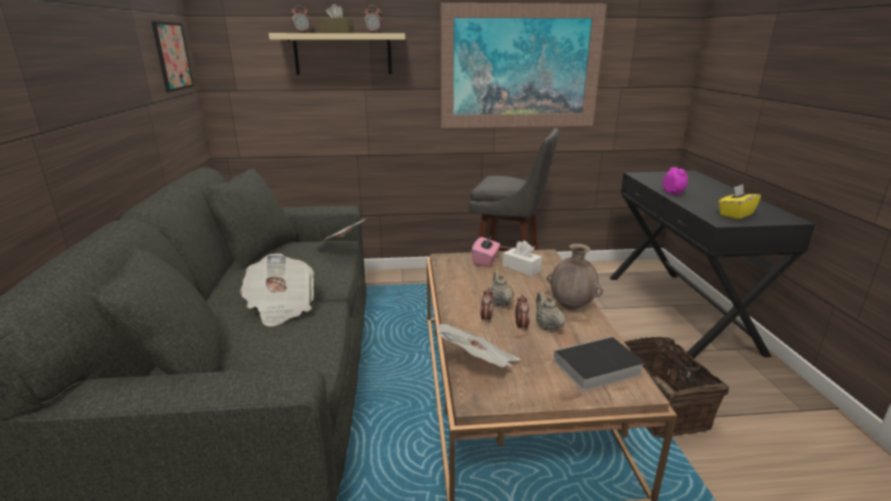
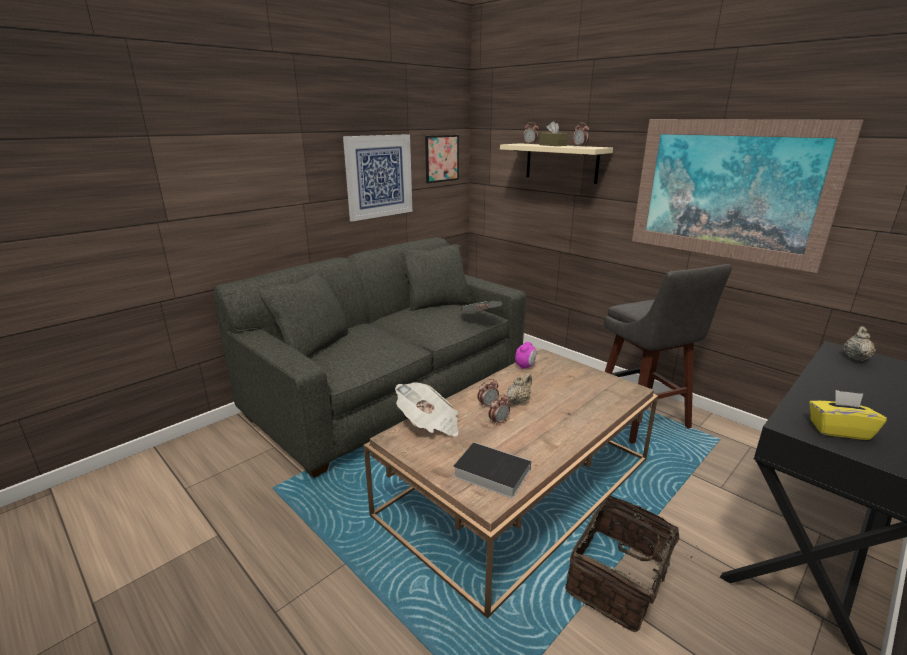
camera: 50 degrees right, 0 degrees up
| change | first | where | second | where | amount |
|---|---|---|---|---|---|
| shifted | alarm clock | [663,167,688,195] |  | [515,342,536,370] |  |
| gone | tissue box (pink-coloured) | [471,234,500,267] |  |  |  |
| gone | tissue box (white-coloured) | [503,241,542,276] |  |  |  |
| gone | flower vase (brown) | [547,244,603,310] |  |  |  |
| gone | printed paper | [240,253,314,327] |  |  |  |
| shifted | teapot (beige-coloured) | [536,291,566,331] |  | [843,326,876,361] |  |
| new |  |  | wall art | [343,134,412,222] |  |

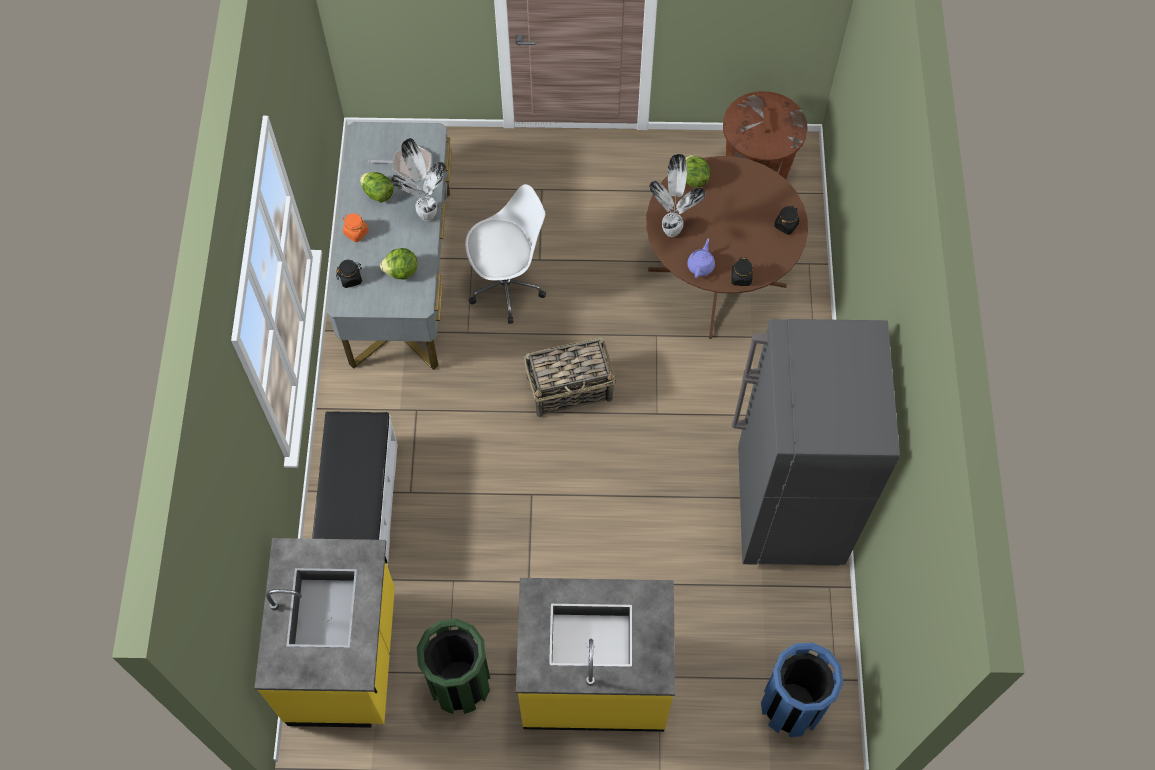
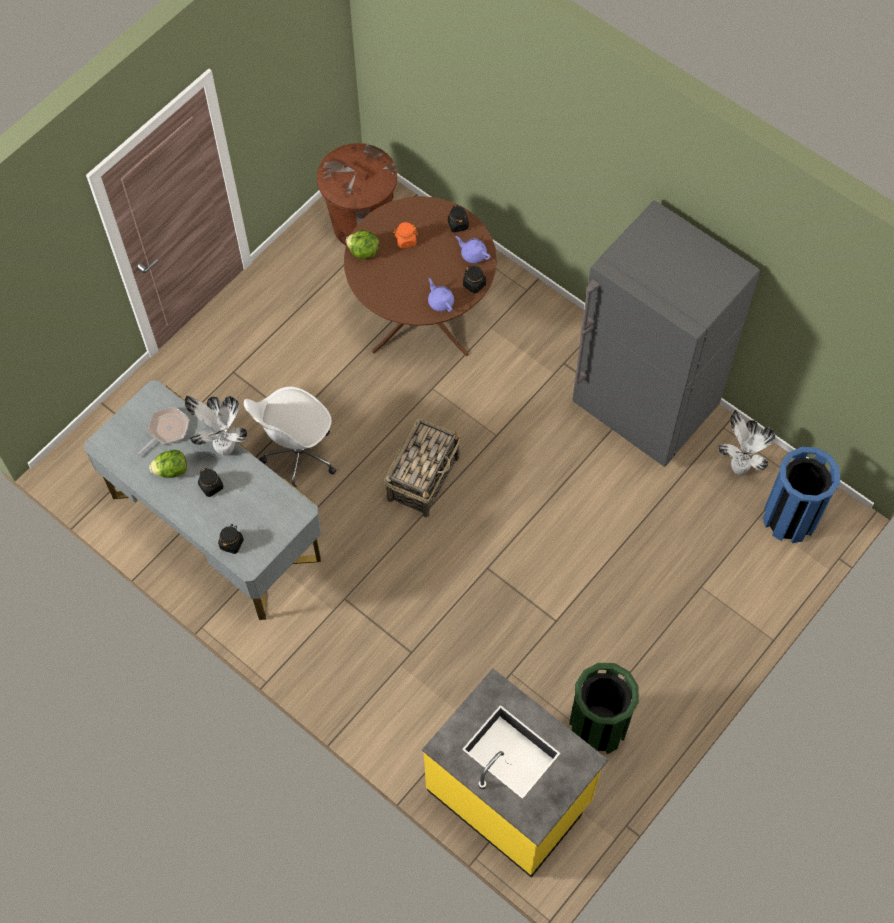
camera: 50 degrees left, 0 degrees up
| change | first | where | second | where | amount |
|---|---|---|---|---|---|
| shifted | houseplant | [649,154,706,237] |  | [718,410,775,475] |  |
| rotated | office chair (white-coloured) | [465,184,546,324] |  | [244,386,337,488] | 150 degrees counterclockwise |
| shifted | storage jar (orange) | [342,213,368,242] |  | [393,222,418,249] |  |
| gone | head of lettuce | [380,248,417,280] |  |  |  |
| gone | bench (white-coloured) | [312,411,398,566] |  |  |  |
| gone | kitchen counter (yellow) | [516,578,675,732] |  |  |  |
| new |  |  | teapot (purple) | [455,236,491,263] |  |
| new |  |  | storage jar (blackish) | [198,468,223,497] |  |

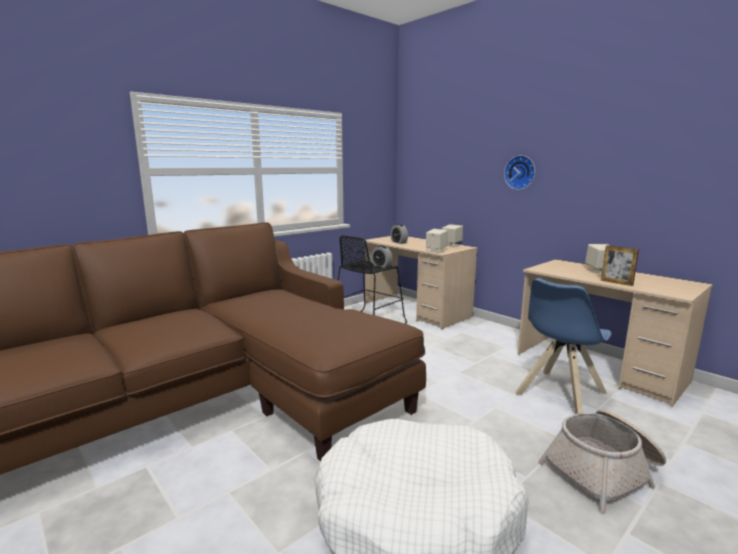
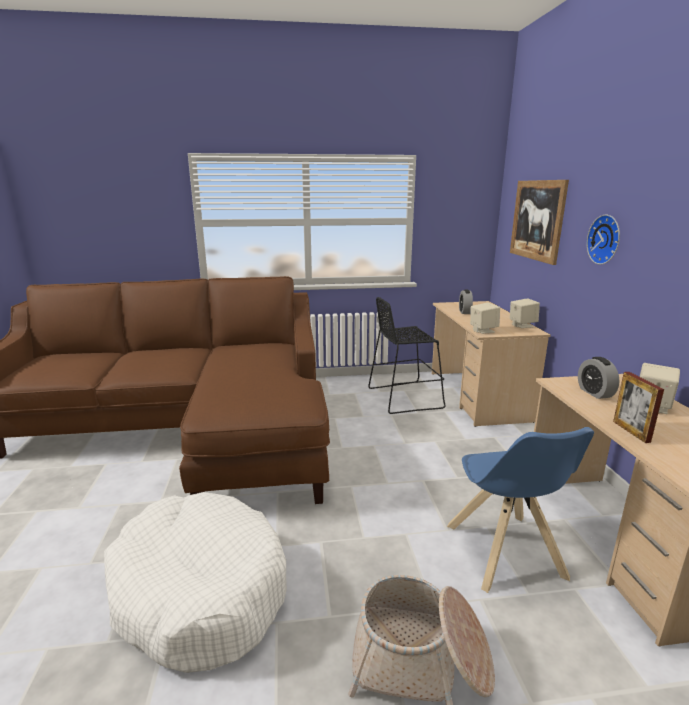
camera: 35 degrees right, 5 degrees up
| change | first | where | second | where | amount |
|---|---|---|---|---|---|
| shifted | alarm clock | [371,245,393,268] |  | [578,357,619,399] |  |
| rotated | plain chair (blue-coloured) | [515,278,612,414] |  | [447,427,594,593] | 90 degrees counterclockwise |
| new |  |  | wall art | [510,180,569,265] |  |

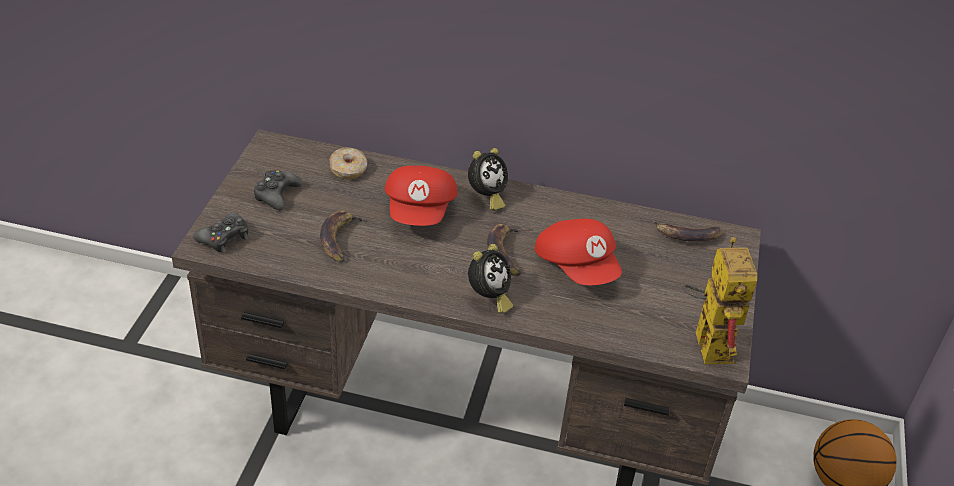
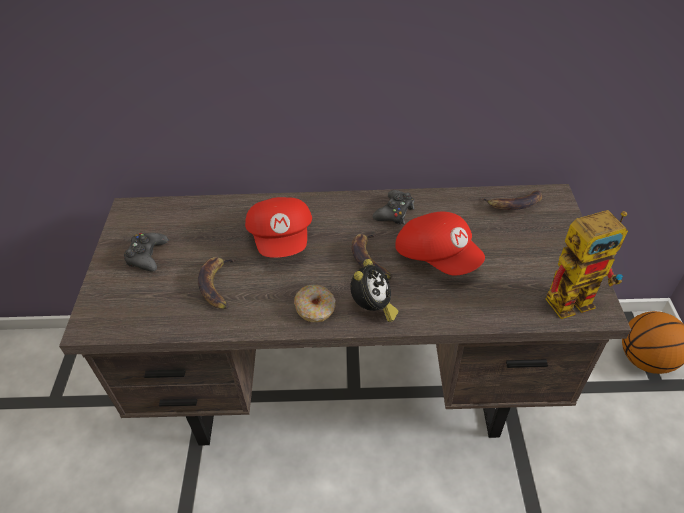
camera: 10 degrees left, 5 degrees up
| change | first | where | second | where | amount |
|---|---|---|---|---|---|
| shifted | ring doughnut | [329,147,367,180] |  | [294,285,335,322] |  |
| gone | alarm clock | [468,148,508,211] |  |  |  |
| shifted | game controller (blackish) | [193,212,248,253] |  | [372,190,415,225] |  |
| rotated | robot figure | [682,237,757,364] |  | [546,210,628,319] | 90 degrees clockwise |

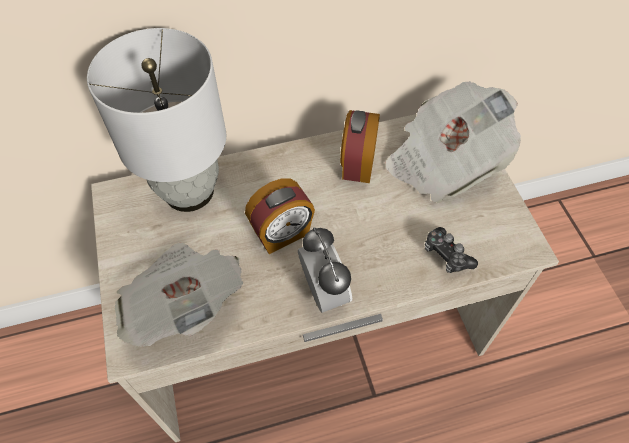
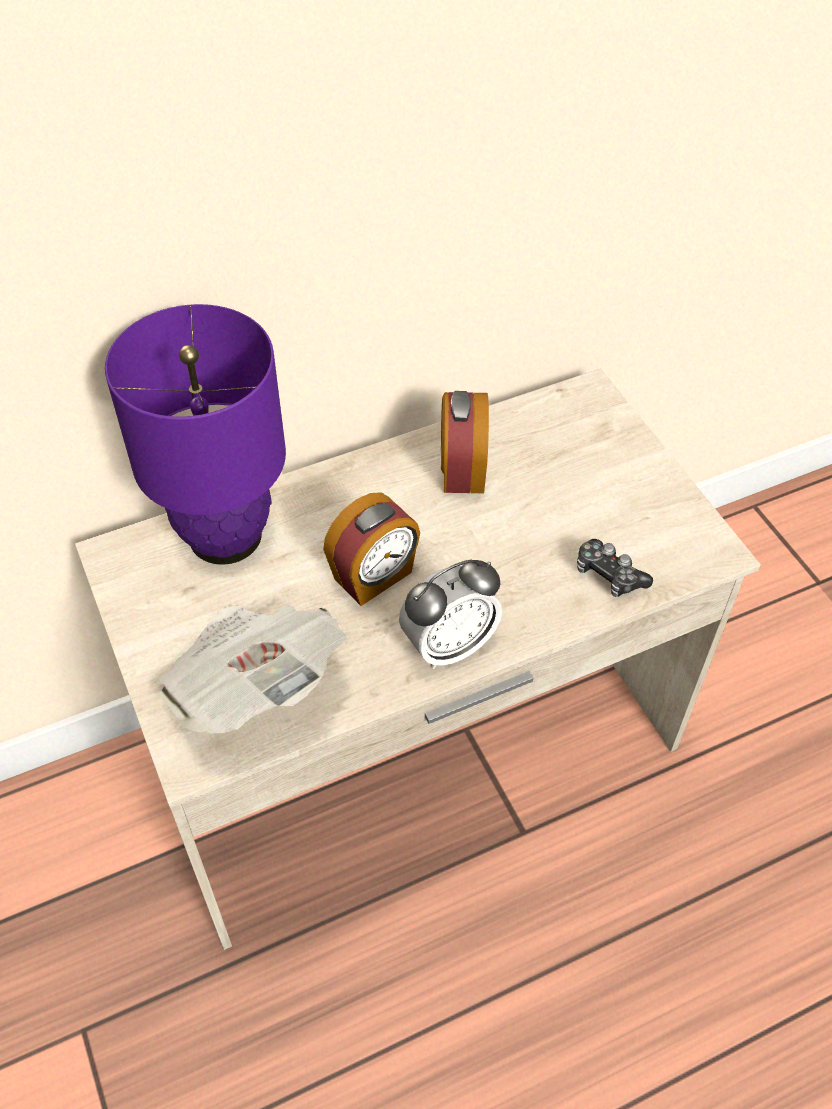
camera: 10 degrees left, 5 degrees down
| change | first | where | second | where | amount |
|---|---|---|---|---|---|
| repainted | tabletop lamp (white-coloured) | [87,28,226,212] | tabletop lamp (purple) | [105,304,286,565] |  |
| gone | printed paper | [385,81,521,203] |  |  |  |
| rotated | alarm clock | [298,227,352,313] |  | [399,560,502,669] | 90 degrees clockwise |

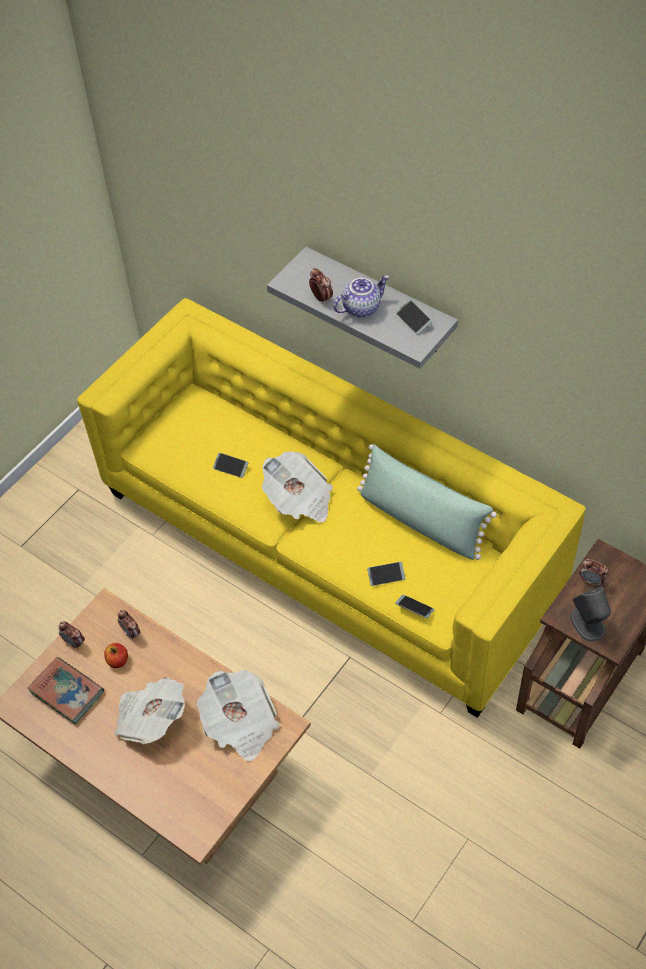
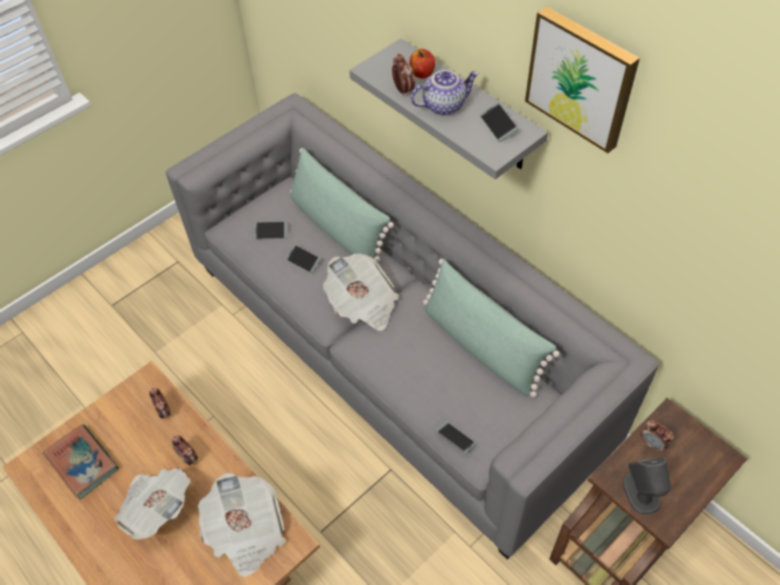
camera: 10 degrees right, 0 degrees up
| change | first | where | second | where | amount |
|---|---|---|---|---|---|
| repainted | settee (yellow) | [77,298,585,718] | settee (greyish) | [166,93,659,560] |  |
| shifted | phone | [367,562,405,586] |  | [254,222,287,239] |  |
| shifted | alarm clock | [59,621,85,649] |  | [172,435,198,466] |  |
| shifted | apple | [104,643,128,668] |  | [409,49,435,78] |  |
| new |  |  | wall art | [525,6,640,153] |  |
| new |  |  | pillow (greenish) | [290,148,394,266] |  |

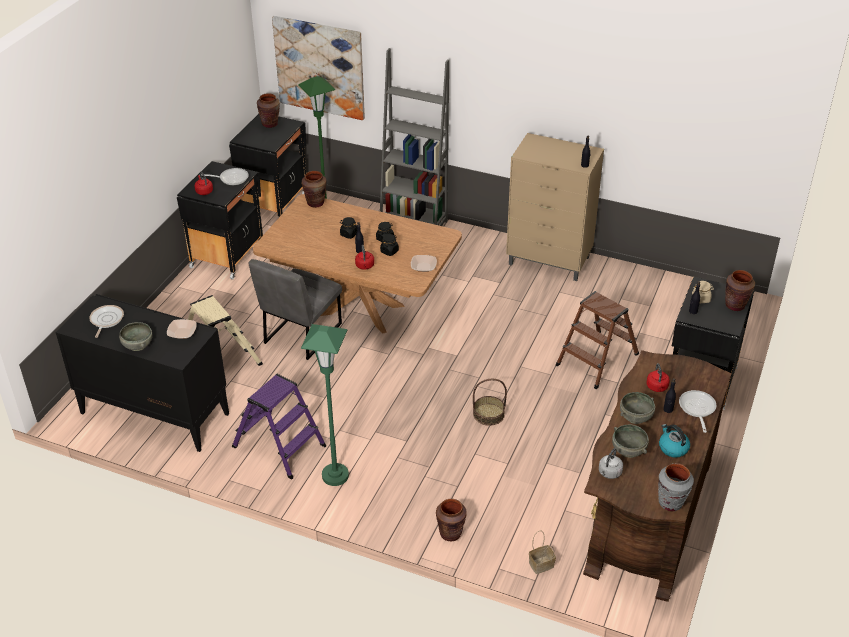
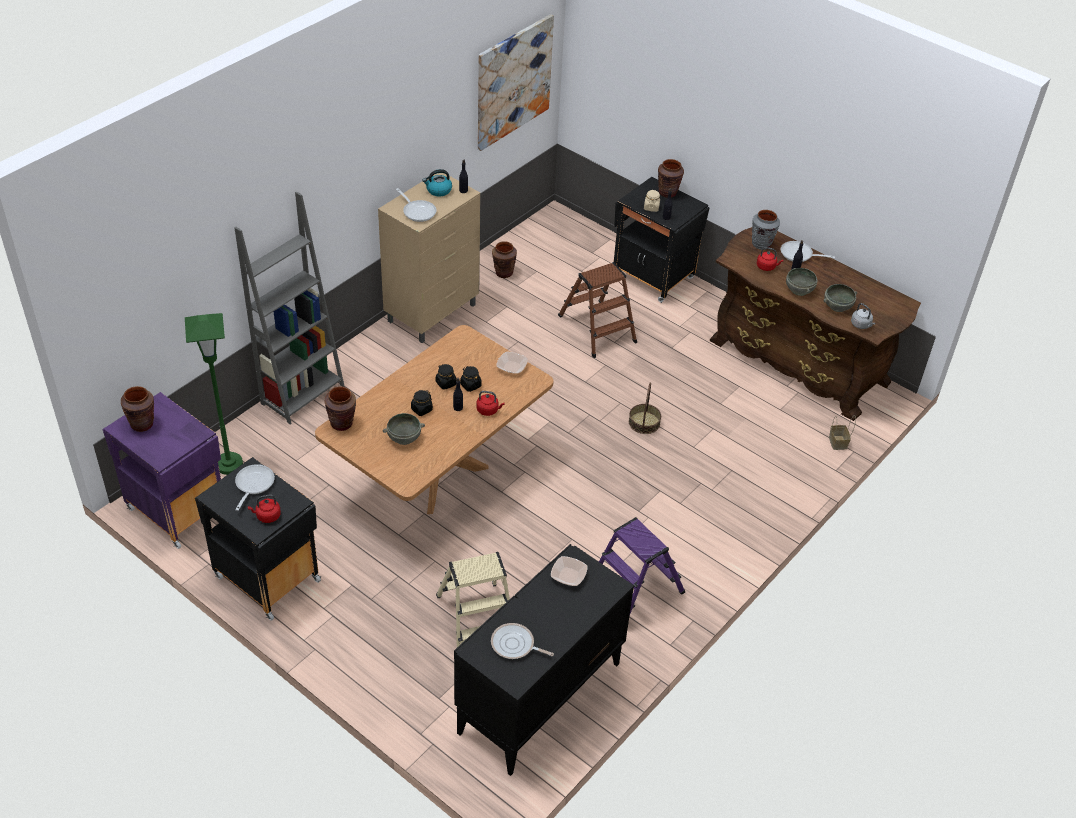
camera: 75 degrees left, 5 degrees up
| change | first | where | second | where | amount |
|---|---|---|---|---|---|
| shifted | wall art | [272,16,365,120] |  | [478,14,554,151] |  |
| repainted | cart (blackish) | [229,114,306,218] | cart (purple) | [102,392,221,549] |  |
| gone | plain chair (greyish) | [248,259,342,360] |  |  |  |
| shifted | bowl (greyish) | [119,322,153,351] |  | [383,413,425,445] |  |
| gone | floor lamp (greenish) | [301,324,349,486] |  |  |  |
| shifted | tea kettle | [659,424,690,458] |  | [423,169,452,197] |  |
| shifted | flower vase (greyish) | [658,463,694,511] |  | [752,210,780,250] |  |
| shifted | flower vase (brown) | [436,499,467,542] |  | [492,241,517,278] |  |
| new |  |  | skillet | [396,188,437,222] |  |

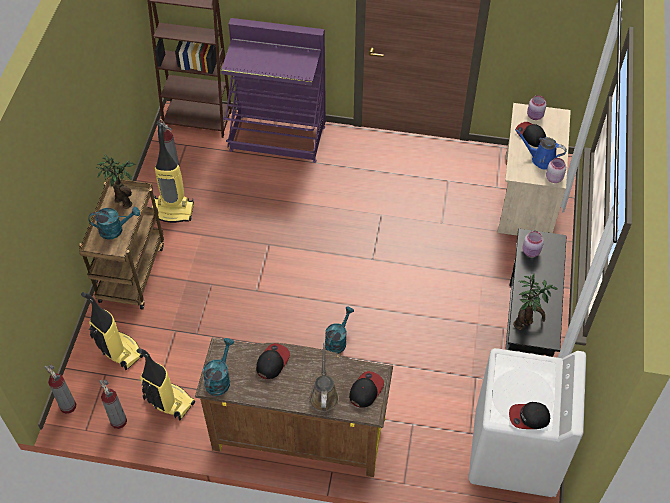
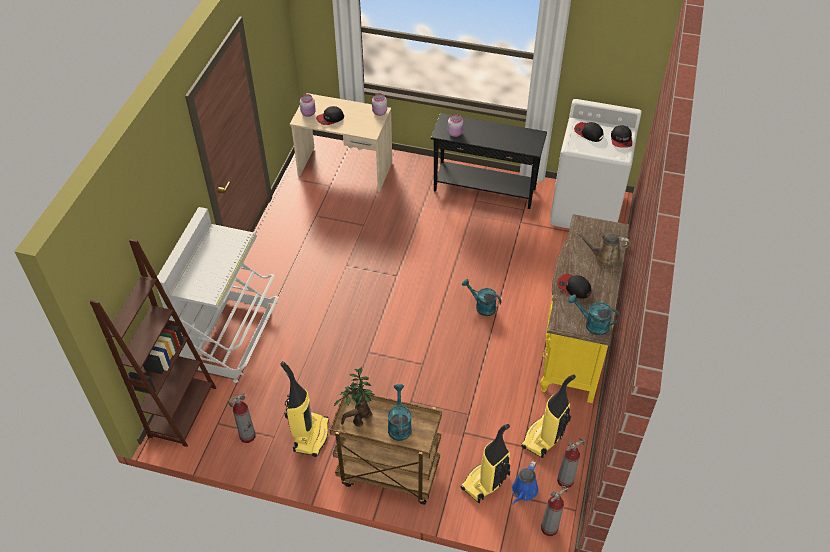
camera: 85 degrees left, 5 degrees down
| change | first | where | second | where | amount |
|---|---|---|---|---|---|
| repainted | shoe rack (purple) | [221,18,326,163] | shoe rack (white-coloured) | [157,207,278,383] |  |
| shifted | sprinkling can (blue-coloured) | [515,129,567,170] |  | [512,461,538,505] |  |
| gone | houseplant | [513,274,557,330] |  |  |  |
| shifted | cap | [349,371,384,407] |  | [574,122,603,142] |  |

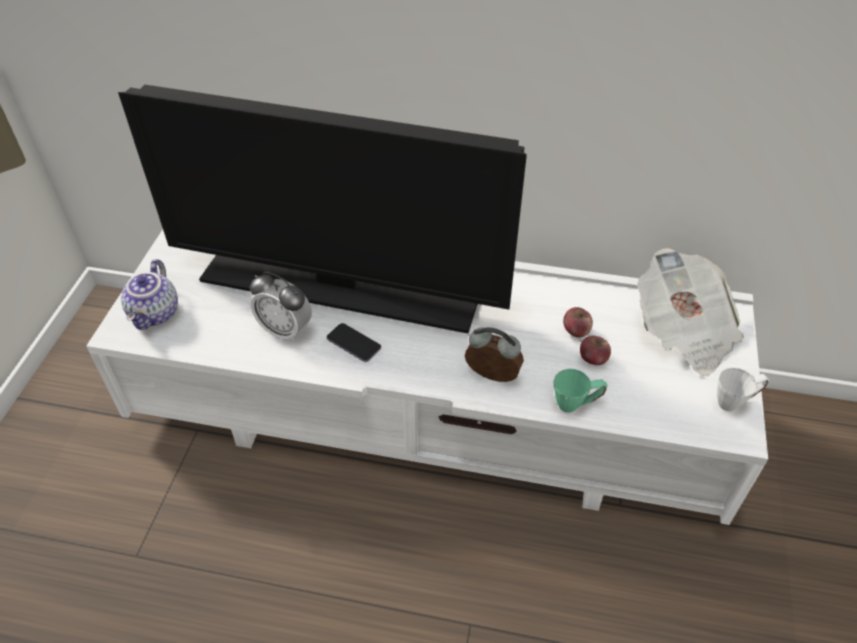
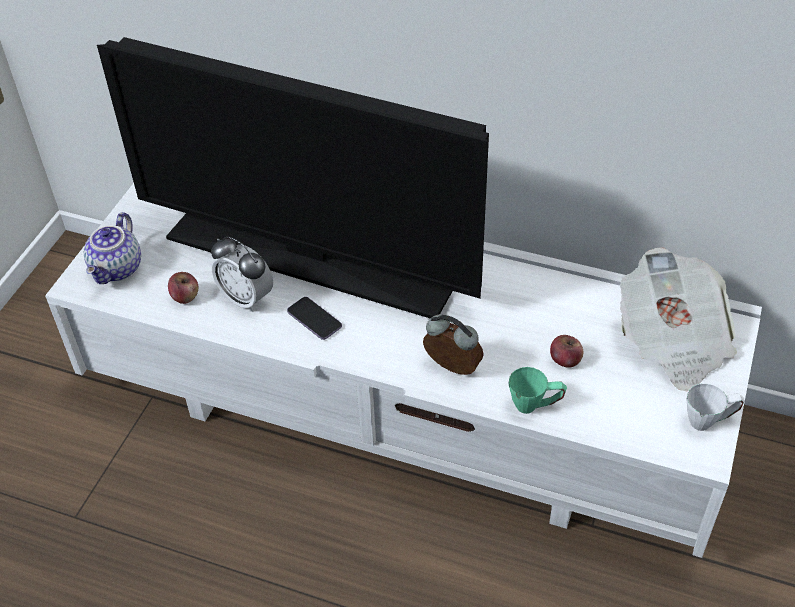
camera: 10 degrees right, 0 degrees up
| change | first | where | second | where | amount |
|---|---|---|---|---|---|
| shifted | apple | [563,307,593,338] |  | [168,272,198,304] |  |

